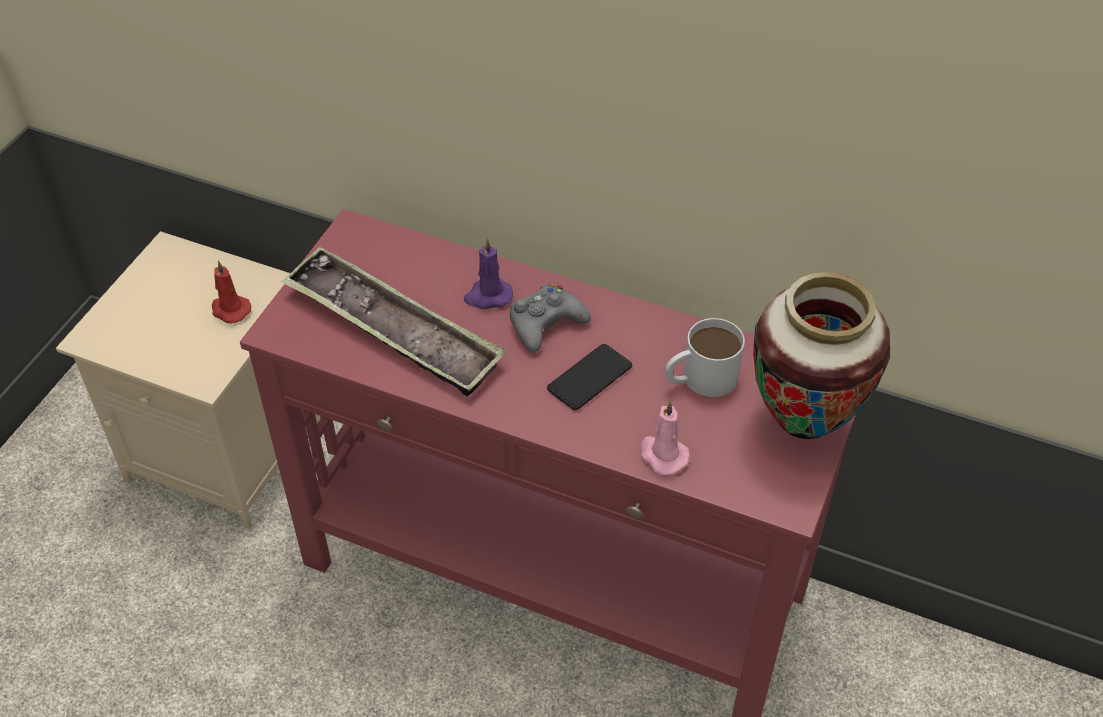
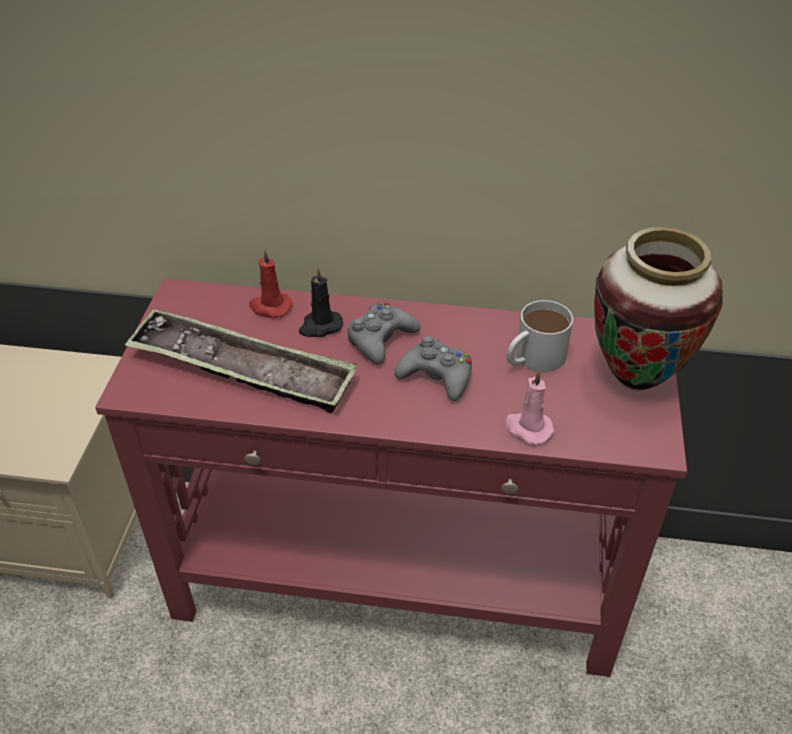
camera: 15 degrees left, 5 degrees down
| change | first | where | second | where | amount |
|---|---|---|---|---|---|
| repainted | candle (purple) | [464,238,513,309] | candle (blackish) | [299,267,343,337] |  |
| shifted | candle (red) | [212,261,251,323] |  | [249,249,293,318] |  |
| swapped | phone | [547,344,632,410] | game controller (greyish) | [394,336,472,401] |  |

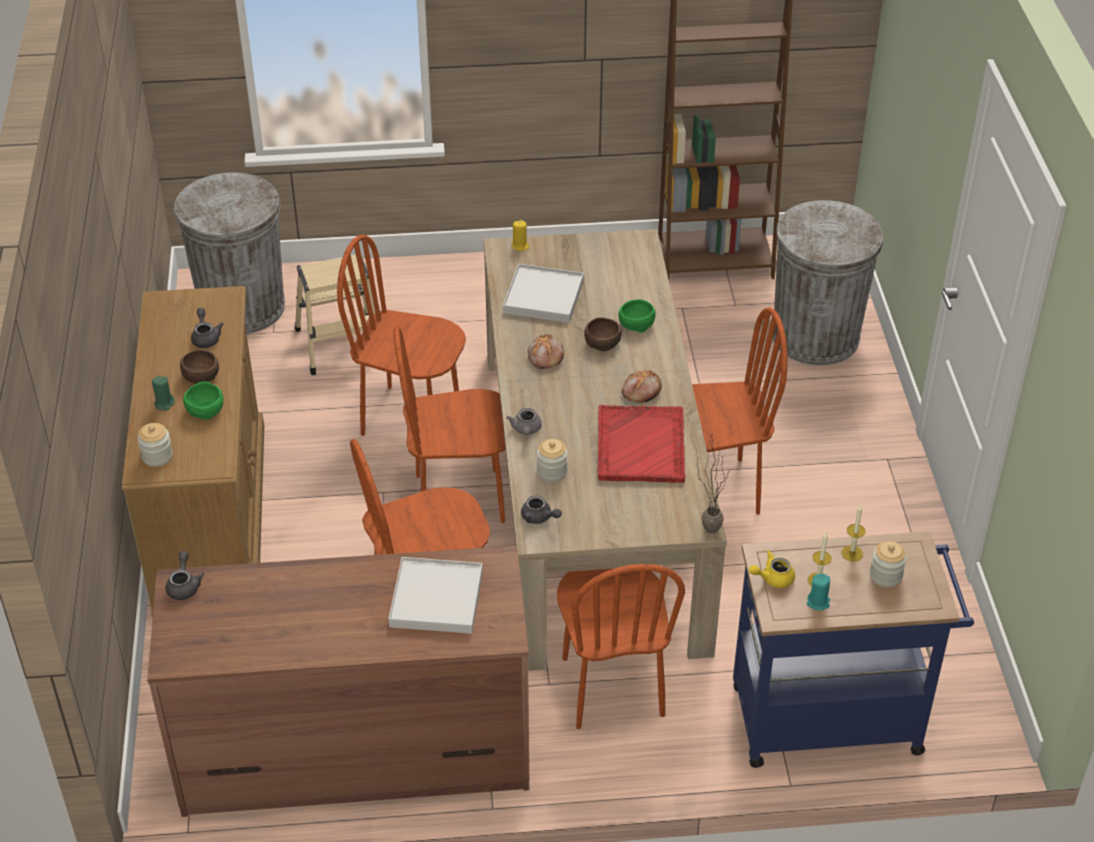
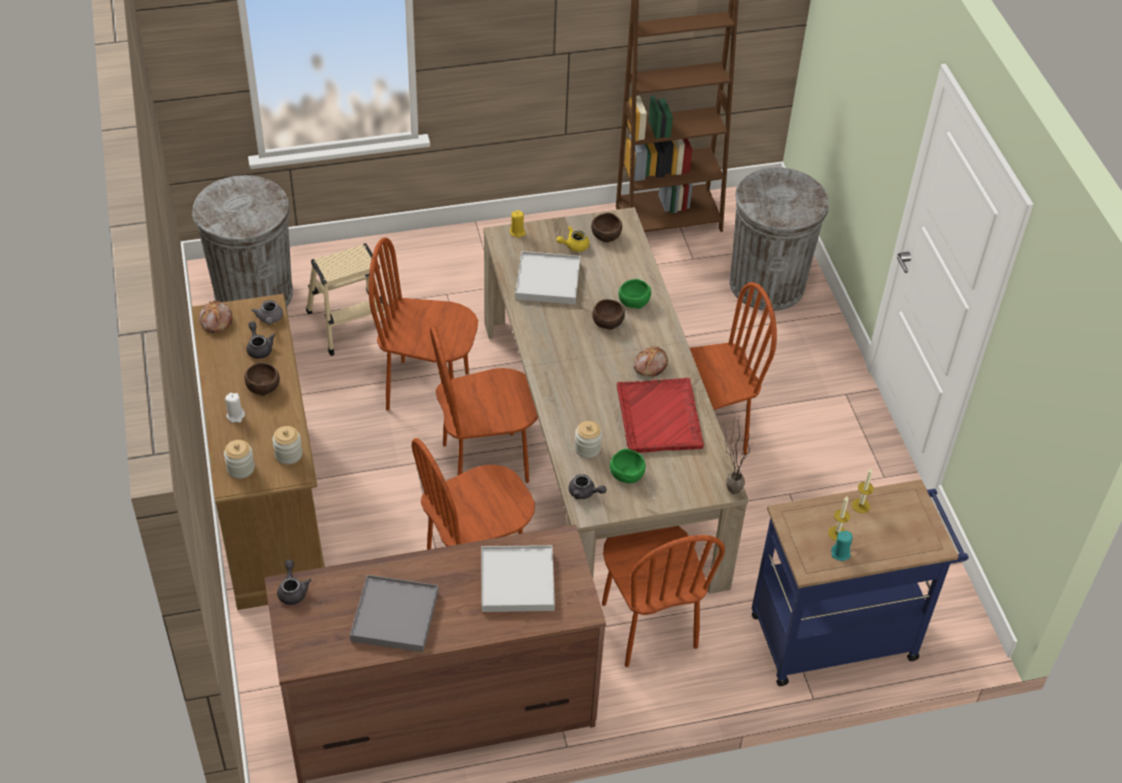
camera: 10 degrees left, 5 degrees up
| change | first | where | second | where | amount |
|---|---|---|---|---|---|
| shifted | bread | [528,334,564,369] |  | [199,300,232,333] |  |
| repainted | candle (greenish) | [152,376,175,410] | candle (white-coloured) | [225,393,245,423] |  |
| shifted | bowl (greenish) | [183,382,223,420] |  | [610,449,646,483] |  |
| shifted | teapot (greyish) | [506,408,542,435] |  | [251,300,283,325] |  |
| shifted | storage jar | [870,541,907,588] |  | [272,426,302,465] |  |
| shifted | teapot (yellow) | [749,550,795,588] |  | [556,226,590,252] |  |
| new |  |  | bowl (brown) | [591,213,622,243] |  |
| new |  |  | tray (greyish) | [350,575,438,652] |  |

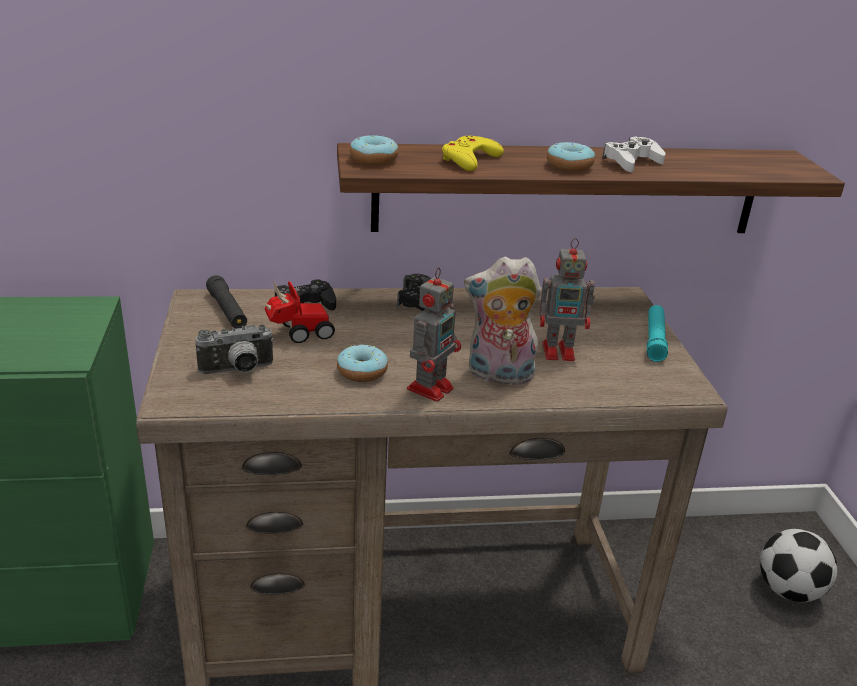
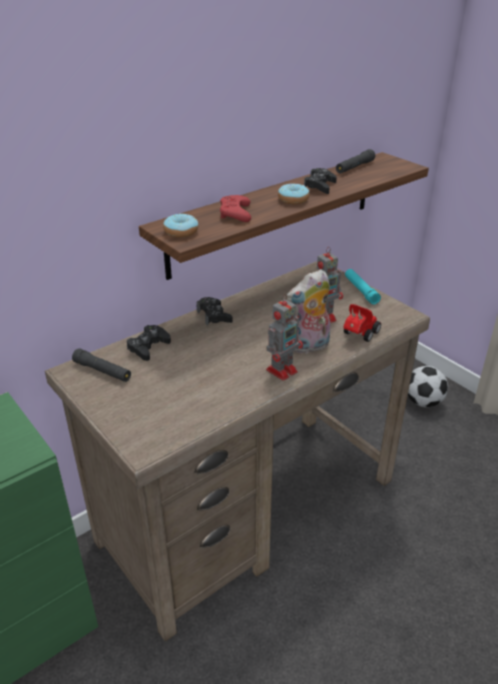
camera: 30 degrees left, 5 degrees up
| change | first | where | second | where | amount |
|---|---|---|---|---|---|
| repainted | game controller (yellow) | [442,136,504,171] | game controller (red) | [220,195,251,222] |  |
| repainted | game controller (white-coloured) | [602,137,665,172] | game controller (blackish) | [304,168,337,194] |  |
| rotated | robot figure | [407,267,461,402] |  | [266,294,303,381] | 45 degrees clockwise |
| shifted | toy car | [265,279,335,343] |  | [344,304,381,342] |  |
| gone | still camera | [195,324,274,374] |  |  |  |
| gone | ring doughnut | [337,345,388,382] |  |  |  |
| new |  |  | hand torch (blackish) | [336,149,375,173] |  |

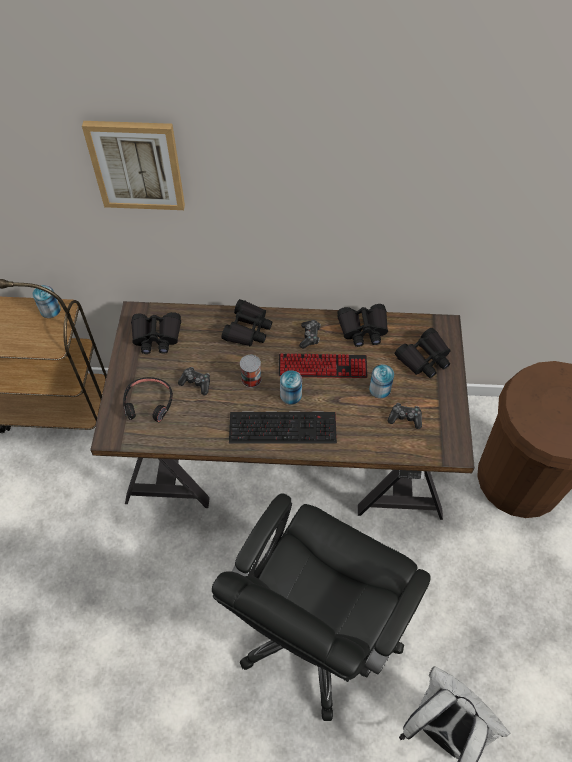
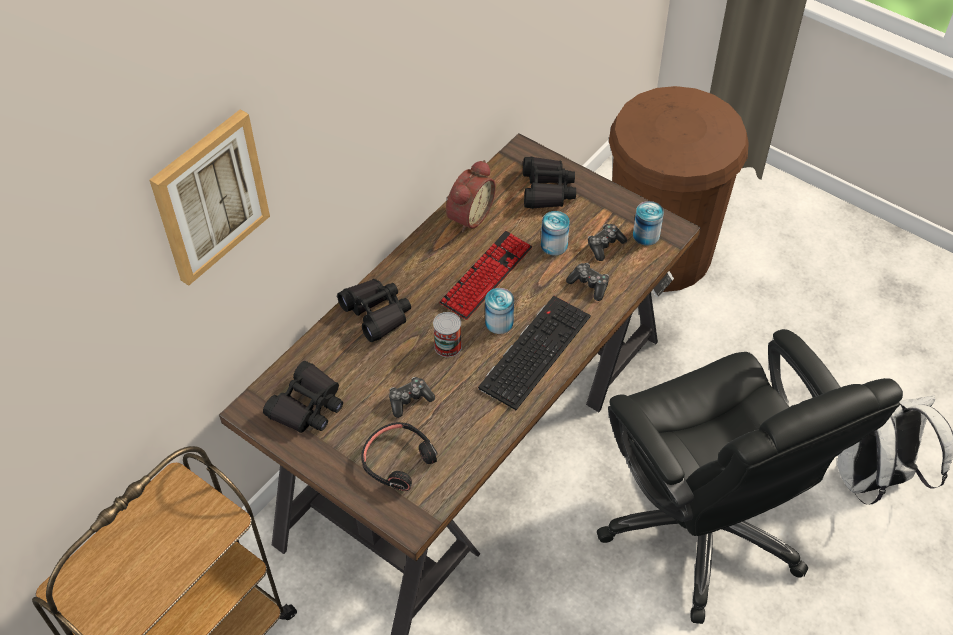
camera: 55 degrees left, 5 degrees down
| change | first | where | second | where | amount |
|---|---|---|---|---|---|
| shifted | metal can | [33,285,61,318] |  | [633,201,664,246] |  |
| swapped | field glasses (blackish) | [337,304,388,347] | alarm clock | [446,160,496,232] |  |
| shifted | game controller | [299,320,321,349] |  | [566,263,609,301] |  |

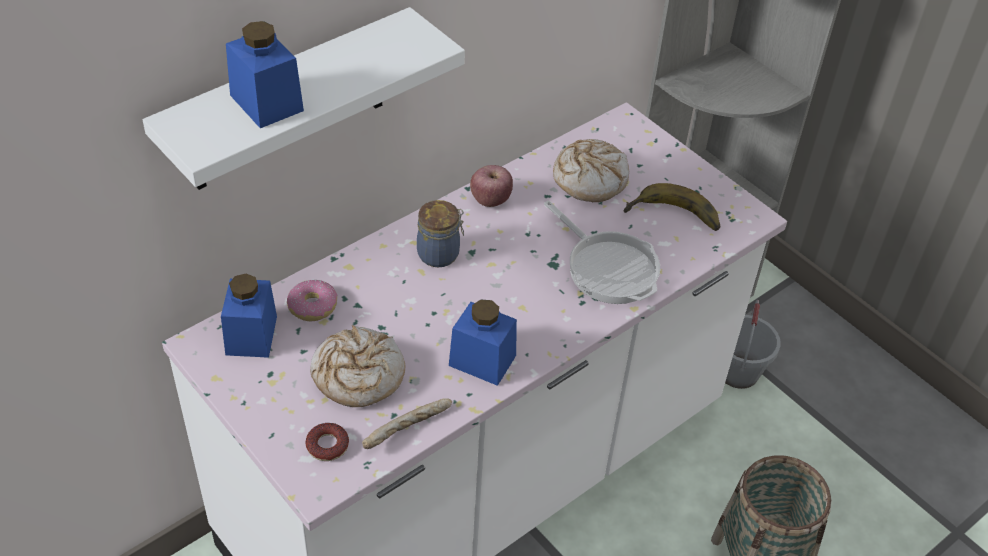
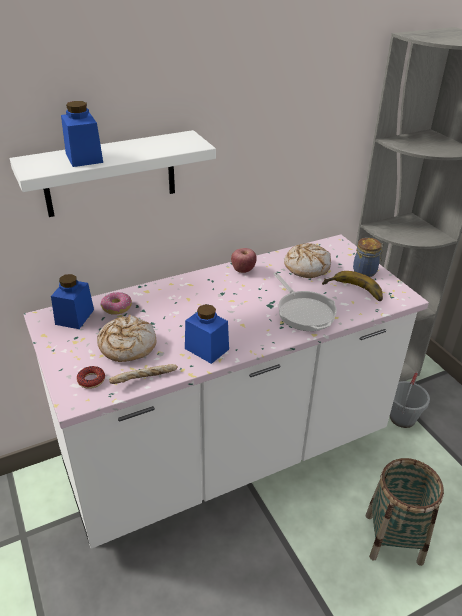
camera: 15 degrees right, 10 degrees down
| change | first | where | second | where | amount |
|---|---|---|---|---|---|
| shifted | storage jar | [417,200,464,267] |  | [353,238,384,277] |  |

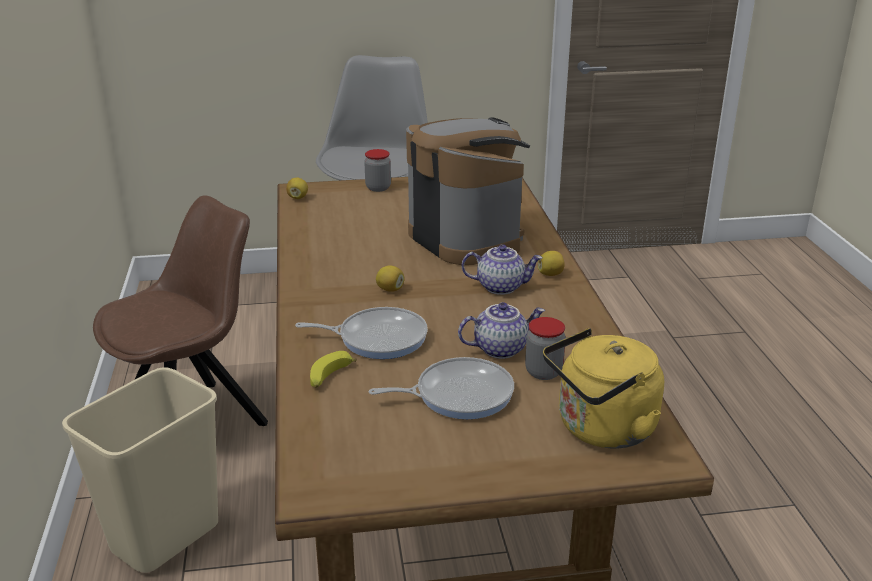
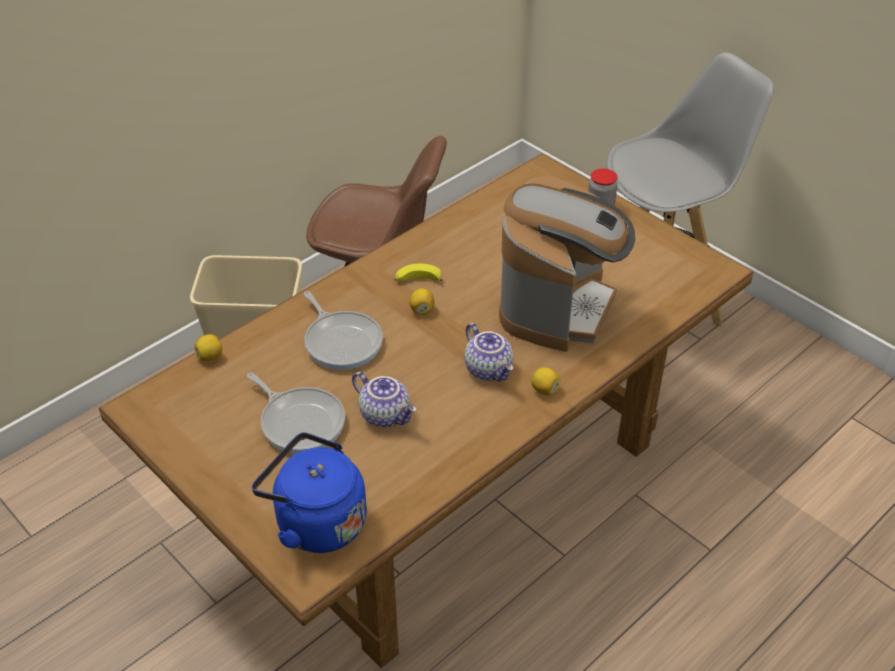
camera: 55 degrees right, 15 degrees up
| change | first | where | second | where | amount |
|---|---|---|---|---|---|
| shifted | whole lemon | [286,177,308,199] |  | [194,334,222,361] |  |
| gone | storage jar | [525,317,566,380] |  |  |  |
| repainted | tea kettle (yellow) | [543,328,664,448] | tea kettle (blue-coloured) | [252,432,367,553] |  |
| shifted | banana | [310,351,356,388] |  | [394,264,442,281] |  |

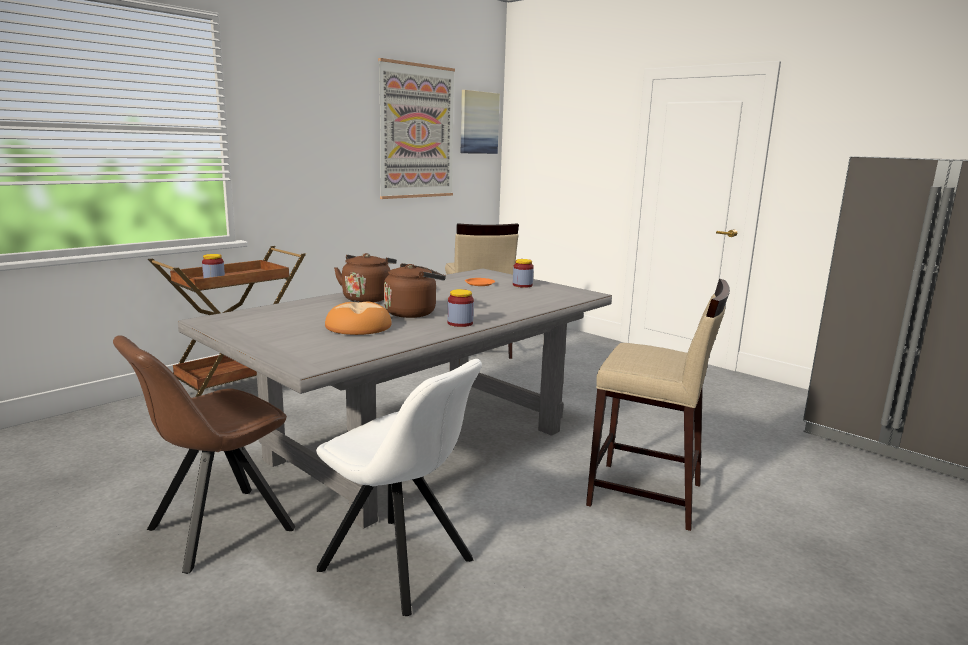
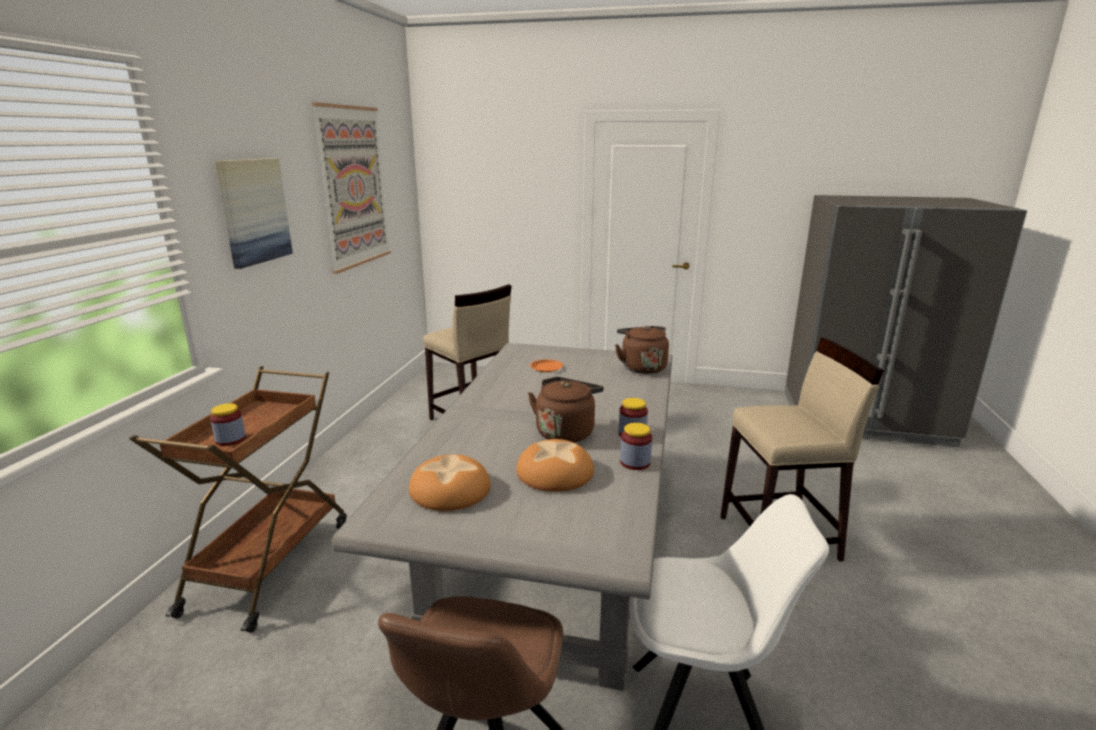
camera: 30 degrees left, 5 degrees up
| change | first | where | second | where | amount |
|---|---|---|---|---|---|
| shifted | wall art | [461,90,500,154] |  | [215,158,293,269] |  |
| shifted | tea kettle (brown) | [334,253,397,302] |  | [615,326,669,374] |  |
| shifted | storage jar | [513,259,534,288] |  | [620,423,652,470] |  |
| new |  |  | bread | [409,455,491,511] |  |

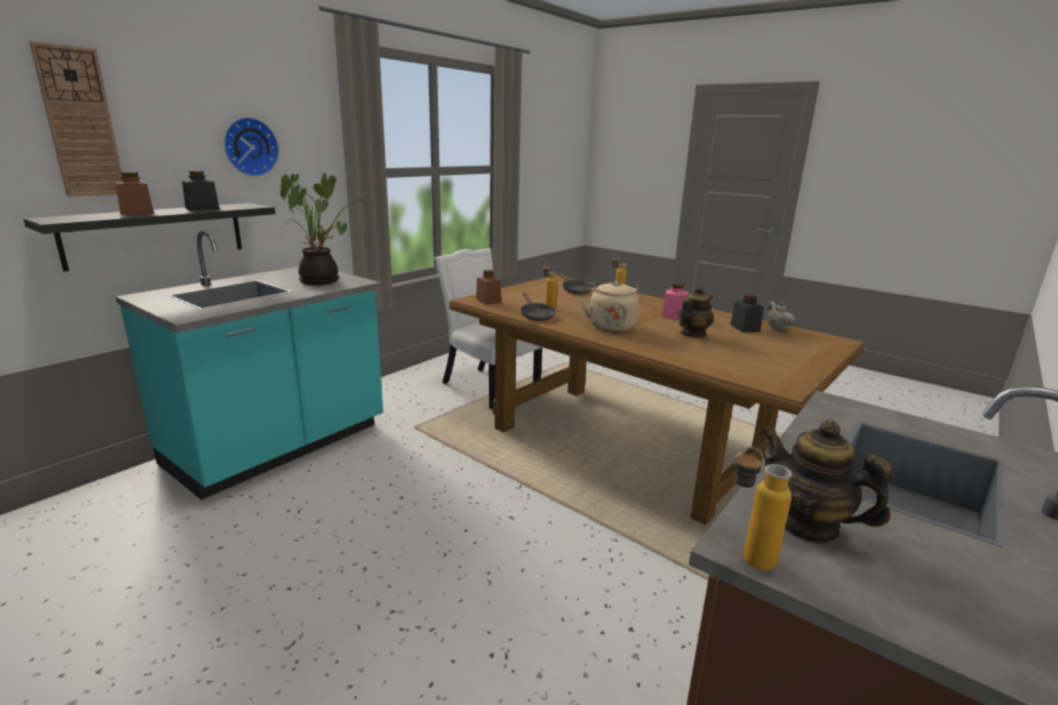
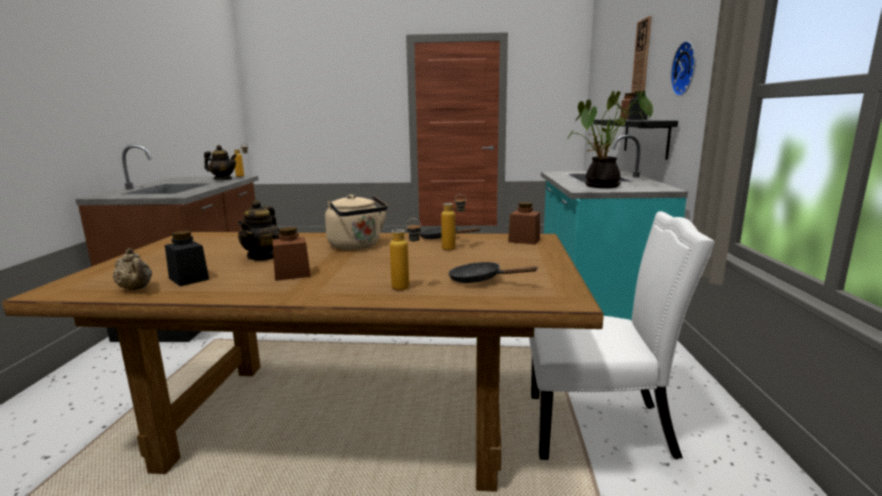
camera: 145 degrees right, 5 degrees down
| change | first | where | second | where | amount |
|---|---|---|---|---|---|
| repainted | storage jar (pink-coloured) | [662,283,688,319] | storage jar (brown) | [273,227,311,281] |  |

